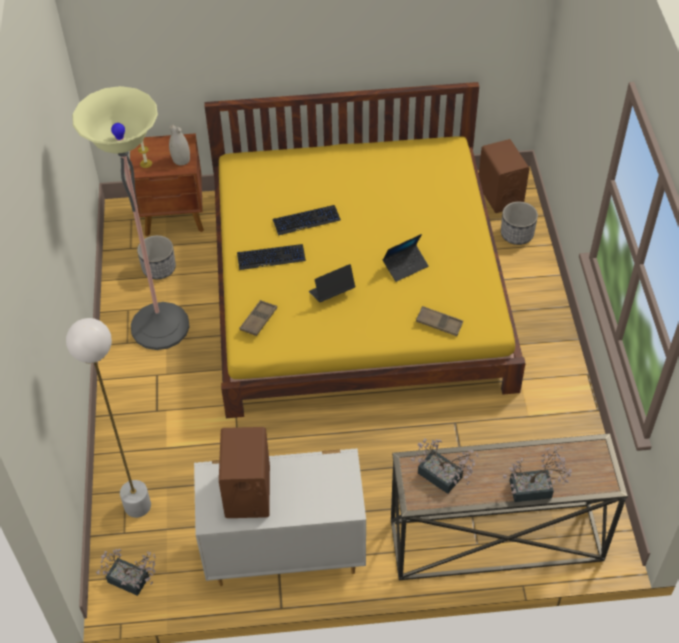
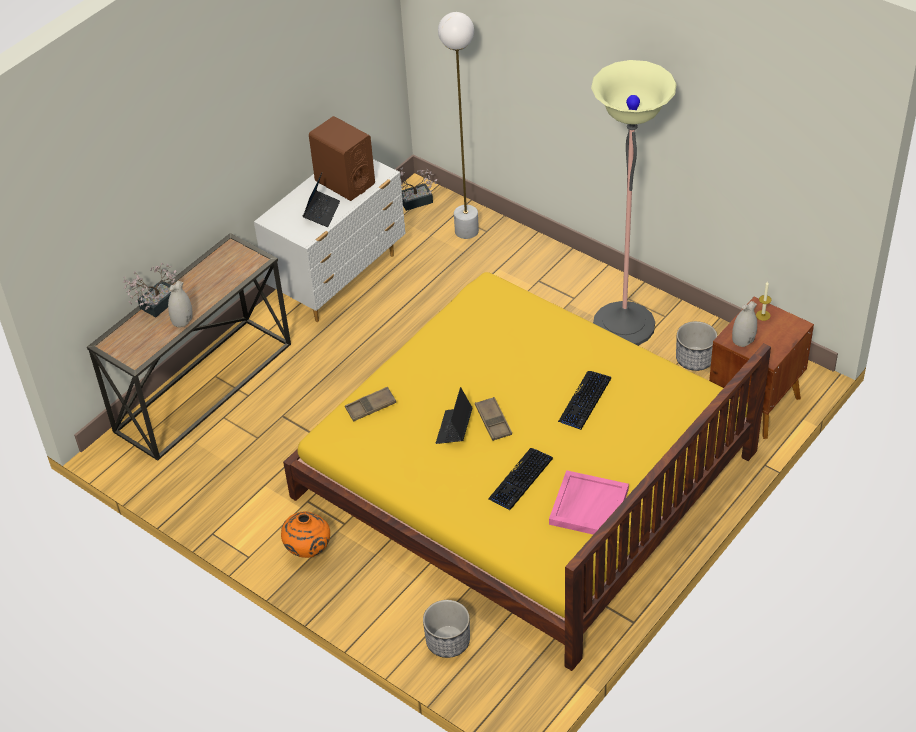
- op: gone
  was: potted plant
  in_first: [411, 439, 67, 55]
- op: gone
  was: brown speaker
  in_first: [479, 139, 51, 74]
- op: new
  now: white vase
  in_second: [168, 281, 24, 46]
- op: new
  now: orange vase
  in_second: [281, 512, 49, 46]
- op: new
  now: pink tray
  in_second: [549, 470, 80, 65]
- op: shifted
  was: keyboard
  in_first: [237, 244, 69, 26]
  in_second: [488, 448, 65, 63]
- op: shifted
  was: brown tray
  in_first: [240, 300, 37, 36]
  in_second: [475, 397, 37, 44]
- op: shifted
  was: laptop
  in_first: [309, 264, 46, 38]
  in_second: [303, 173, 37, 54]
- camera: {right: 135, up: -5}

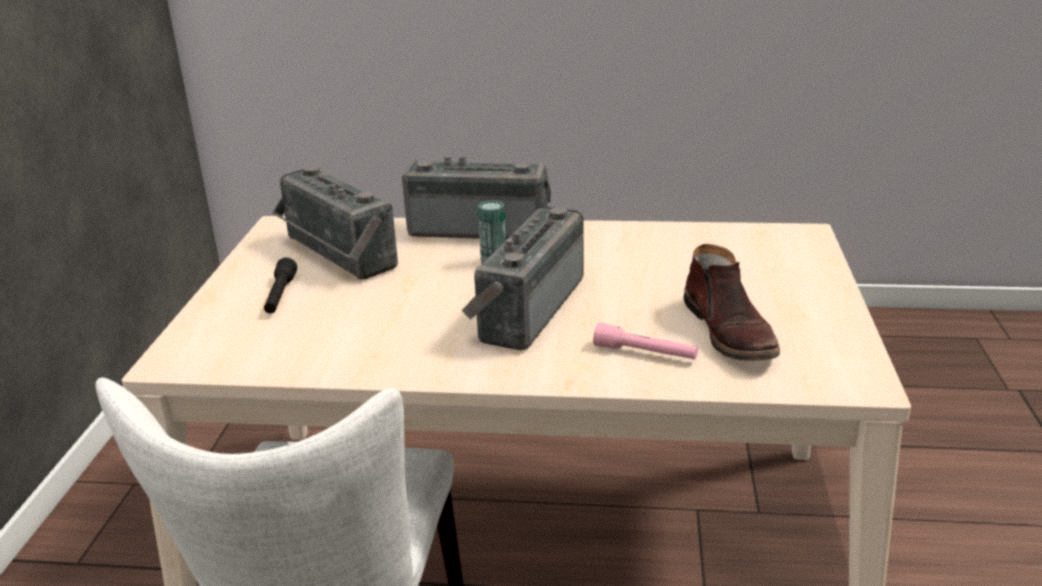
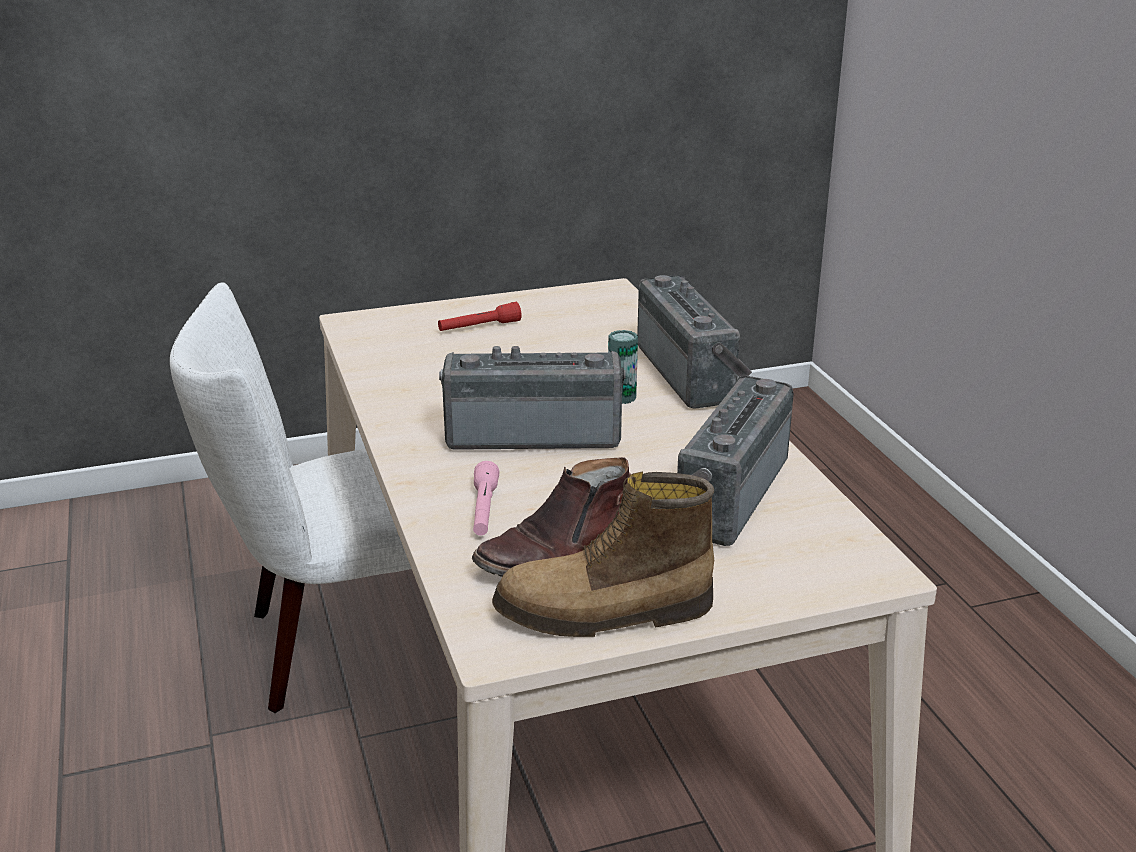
- op: new
  now: boot
  in_second: [492, 472, 222, 165]
- op: shifted
  was: radio
  in_first: [272, 166, 126, 114]
  in_second: [677, 376, 117, 170]
- op: repainted
  was: black flashlight
  now: red flashlight
  in_first: [264, 258, 33, 56]
  in_second: [438, 302, 84, 29]
- camera: {right: 65, up: 0}

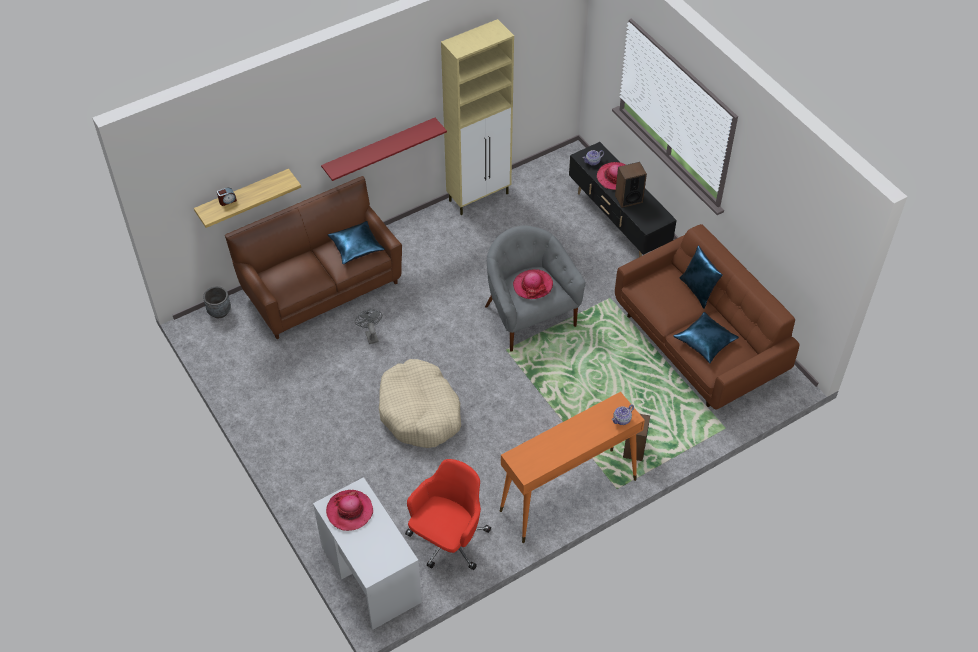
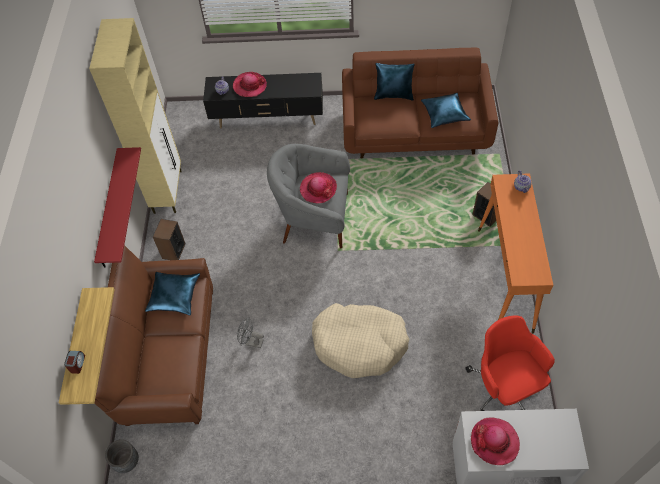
- op: shifted
  was: speaker
  in_first: [615, 162, 32, 46]
  in_second: [153, 219, 33, 41]
- camera: {right: -55, up: 5}

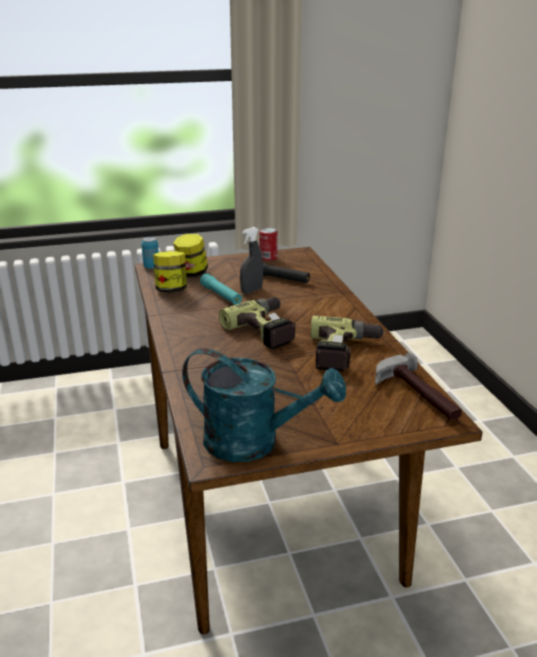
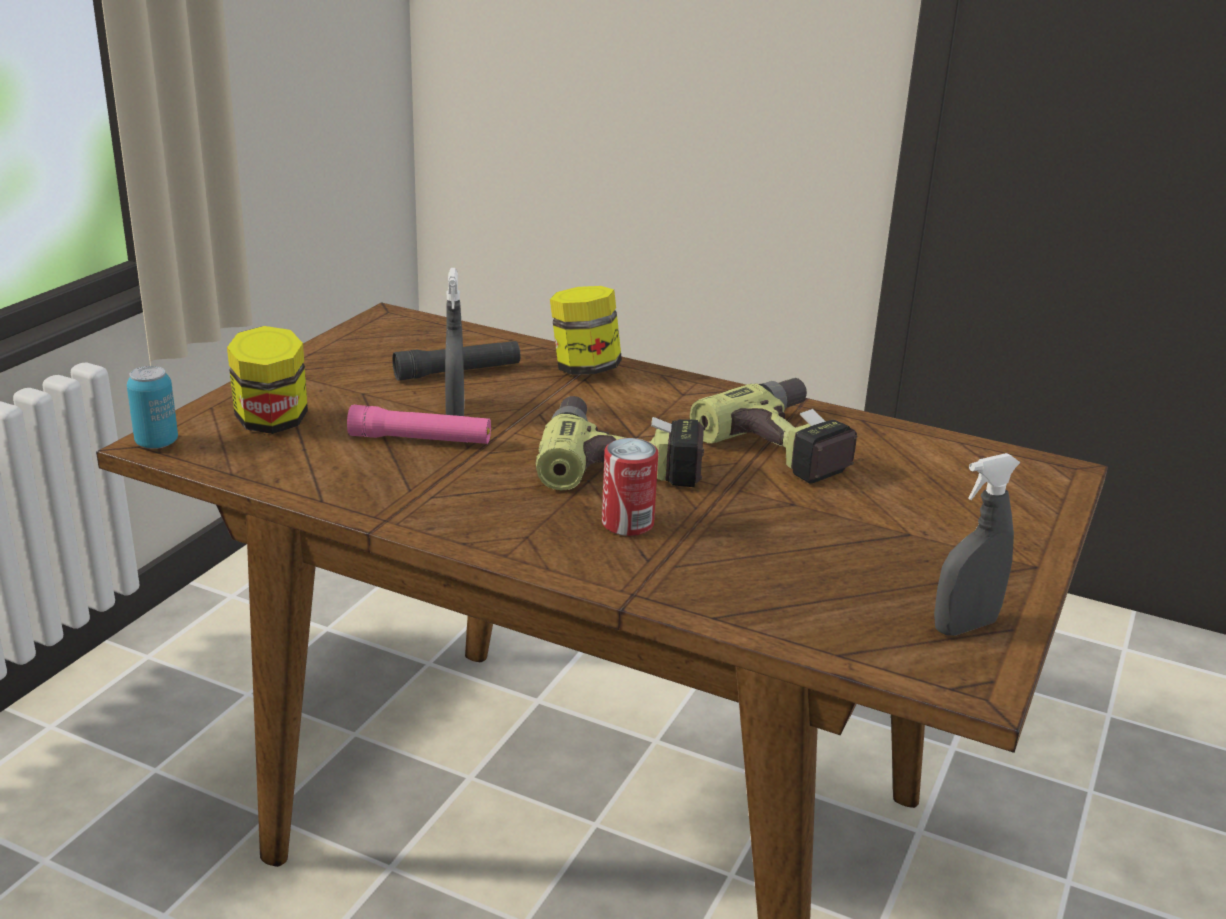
- op: gone
  was: hammer
  in_first: [375, 352, 87, 68]
- op: shifted
  was: jar
  in_first: [153, 251, 34, 42]
  in_second: [550, 286, 72, 89]
- op: shifted
  was: can
  in_first: [259, 228, 19, 33]
  in_second: [602, 438, 56, 98]
- op: swapped
  was: turquoise watering can
  now: grey spray bottle
  in_first: [182, 348, 164, 114]
  in_second: [934, 453, 86, 183]
- op: repainted
  was: turquoise flashlight
  now: pink flashlight
  in_first: [200, 273, 42, 32]
  in_second: [347, 405, 144, 39]
- camera: {right: -50, up: 0}

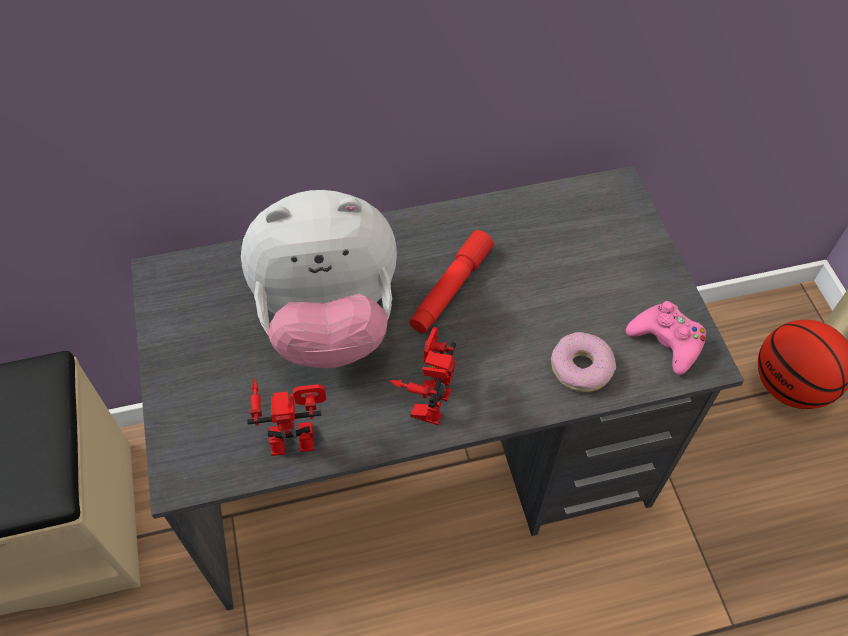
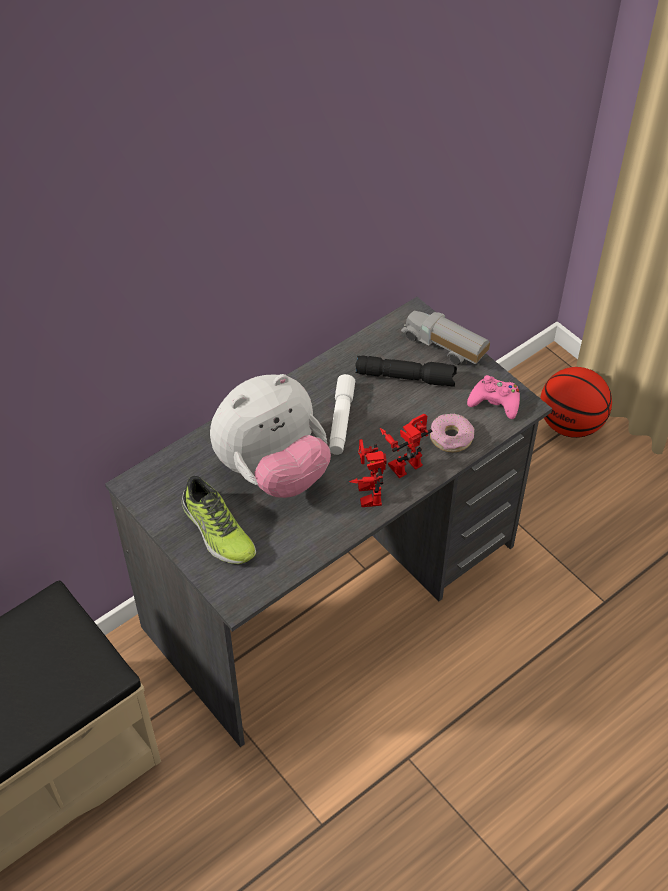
- op: new
  now: shoe
  in_second: [182, 476, 74, 88]
- op: new
  now: black flashlight
  in_second: [355, 355, 102, 32]
- op: new
  now: toy truck
  in_second: [401, 311, 89, 54]
- op: shifted
  was: toy robot
  in_first: [247, 379, 79, 77]
  in_second: [380, 414, 53, 64]
- op: repainted
  was: red flashlight
  now: white flashlight
  in_first: [409, 230, 85, 103]
  in_second: [329, 374, 26, 81]
- camera: {right: -25, up: -5}

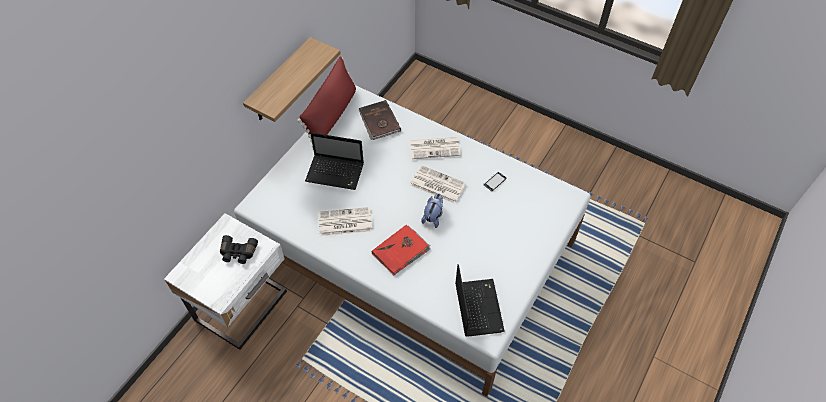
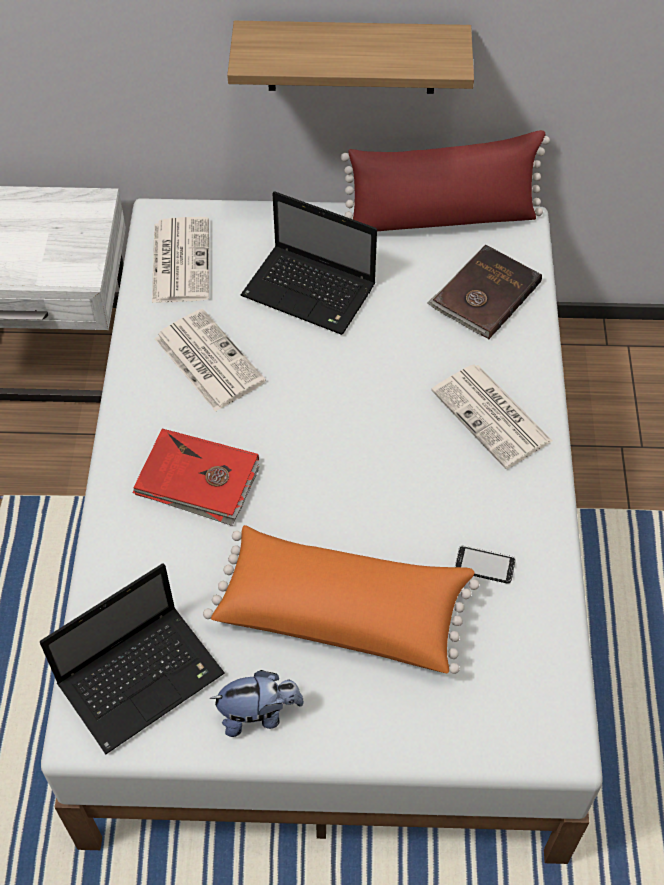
- op: gone
  was: black binoculars
  in_first: [220, 235, 38, 29]
- op: new
  now: orange pillow
  in_second: [203, 525, 276, 149]
- op: shifted
  was: newspaper
  in_first: [410, 165, 56, 39]
  in_second: [152, 217, 57, 86]
- op: shifted
  was: plush toy
  in_first: [421, 193, 22, 35]
  in_second: [209, 670, 95, 67]
- op: rotated
  was: laptop
  in_first: [305, 133, 59, 57]
  in_second: [241, 191, 136, 144]
  clockwise: -45
- camera: {right: 60, up: 0}

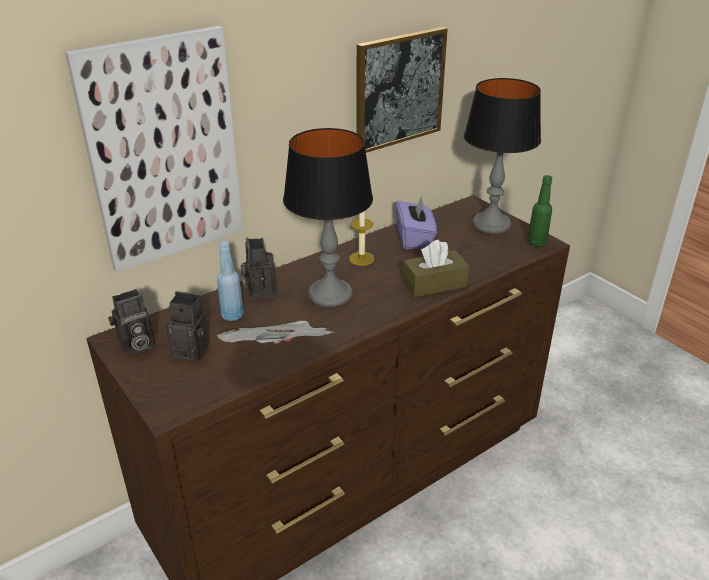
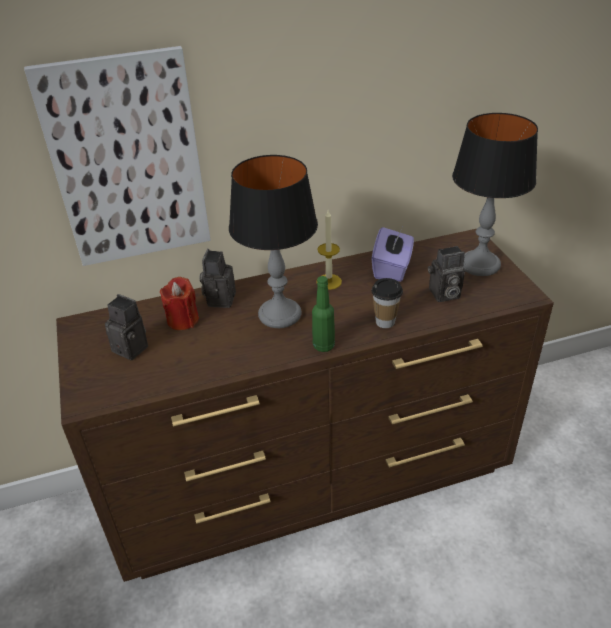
- op: gone
  was: newspaper
  in_first: [217, 321, 116, 23]
- op: gone
  was: picture
  in_first: [356, 27, 92, 126]
- op: shifted
  was: photo camera
  in_first: [108, 289, 47, 67]
  in_second: [428, 246, 37, 56]
- op: shifted
  was: green bottle
  in_first: [527, 175, 25, 72]
  in_second: [312, 276, 23, 76]
- op: swapped
  was: blue bottle
  now: red candle
  in_first: [217, 241, 27, 80]
  in_second: [160, 277, 39, 53]
- op: swapped
  was: brown tissue box
  now: cup
  in_first: [402, 240, 68, 58]
  in_second: [371, 278, 32, 50]
- camera: {right: 20, up: 5}

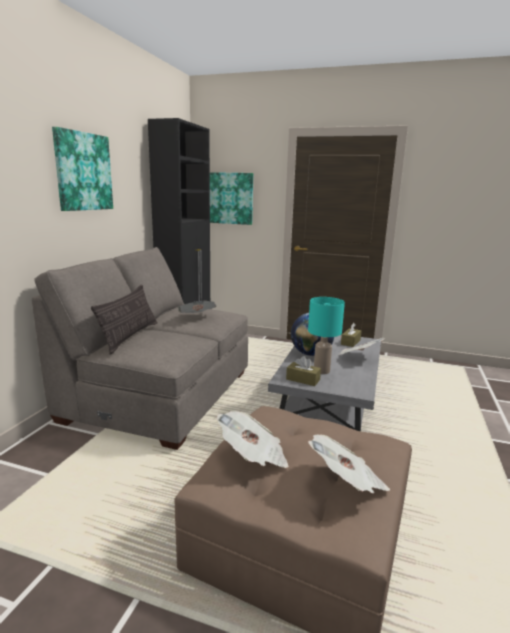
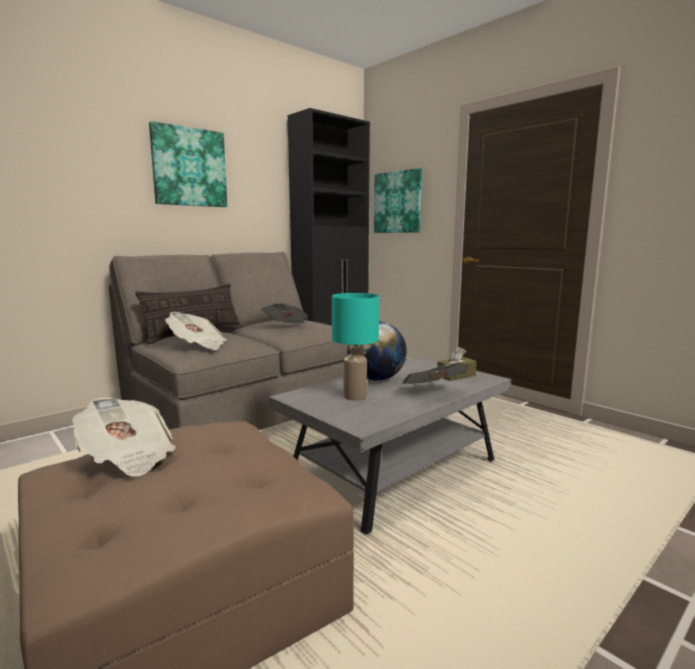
- op: gone
  was: brown tissue box
  in_first: [286, 356, 35, 30]
- op: shifted
  was: newspaper
  in_first: [308, 434, 82, 60]
  in_second: [165, 312, 62, 38]
- camera: {right: 30, up: -5}

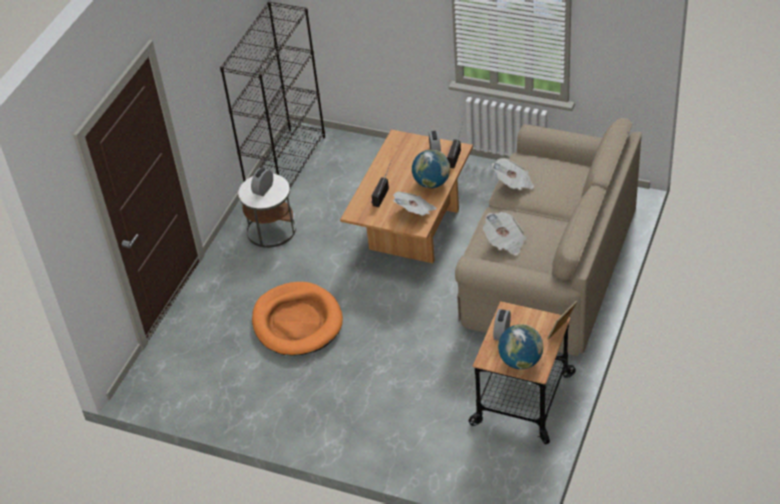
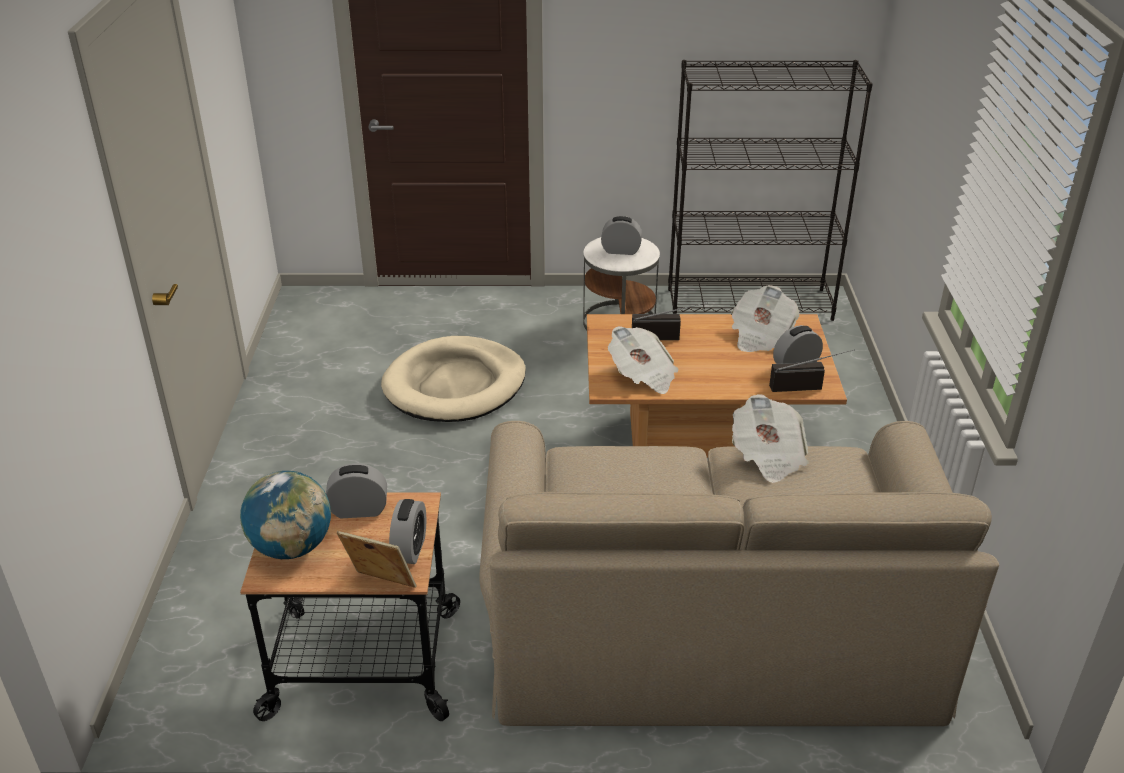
- op: gone
  was: globe
  in_first: [412, 150, 38, 38]
- op: new
  now: alarm clock
  in_second: [389, 499, 37, 65]
- op: shifted
  was: newspaper
  in_first: [483, 212, 44, 44]
  in_second: [731, 285, 69, 67]
- op: repainted
  was: orange dog bed
  now: beige dog bed
  in_first: [252, 282, 91, 74]
  in_second: [381, 336, 145, 86]
- camera: {right: 65, up: -10}

